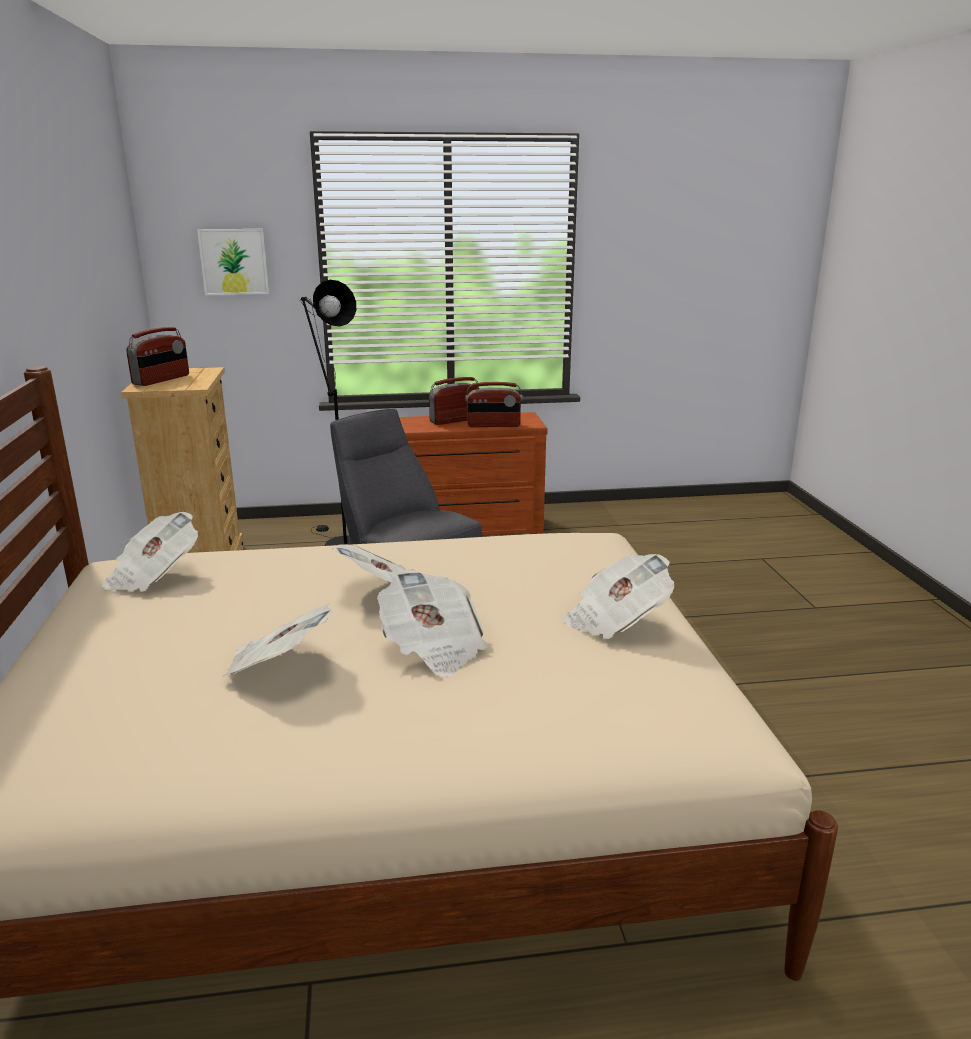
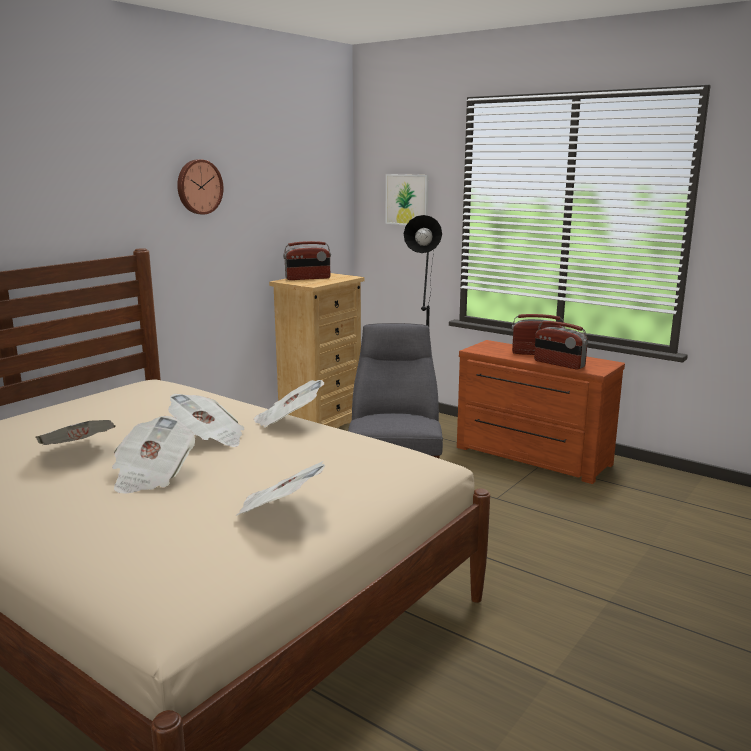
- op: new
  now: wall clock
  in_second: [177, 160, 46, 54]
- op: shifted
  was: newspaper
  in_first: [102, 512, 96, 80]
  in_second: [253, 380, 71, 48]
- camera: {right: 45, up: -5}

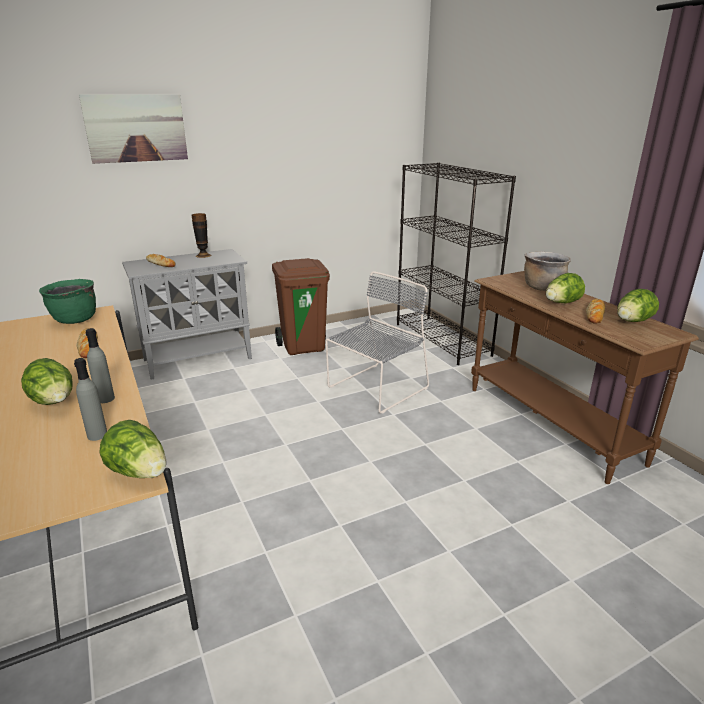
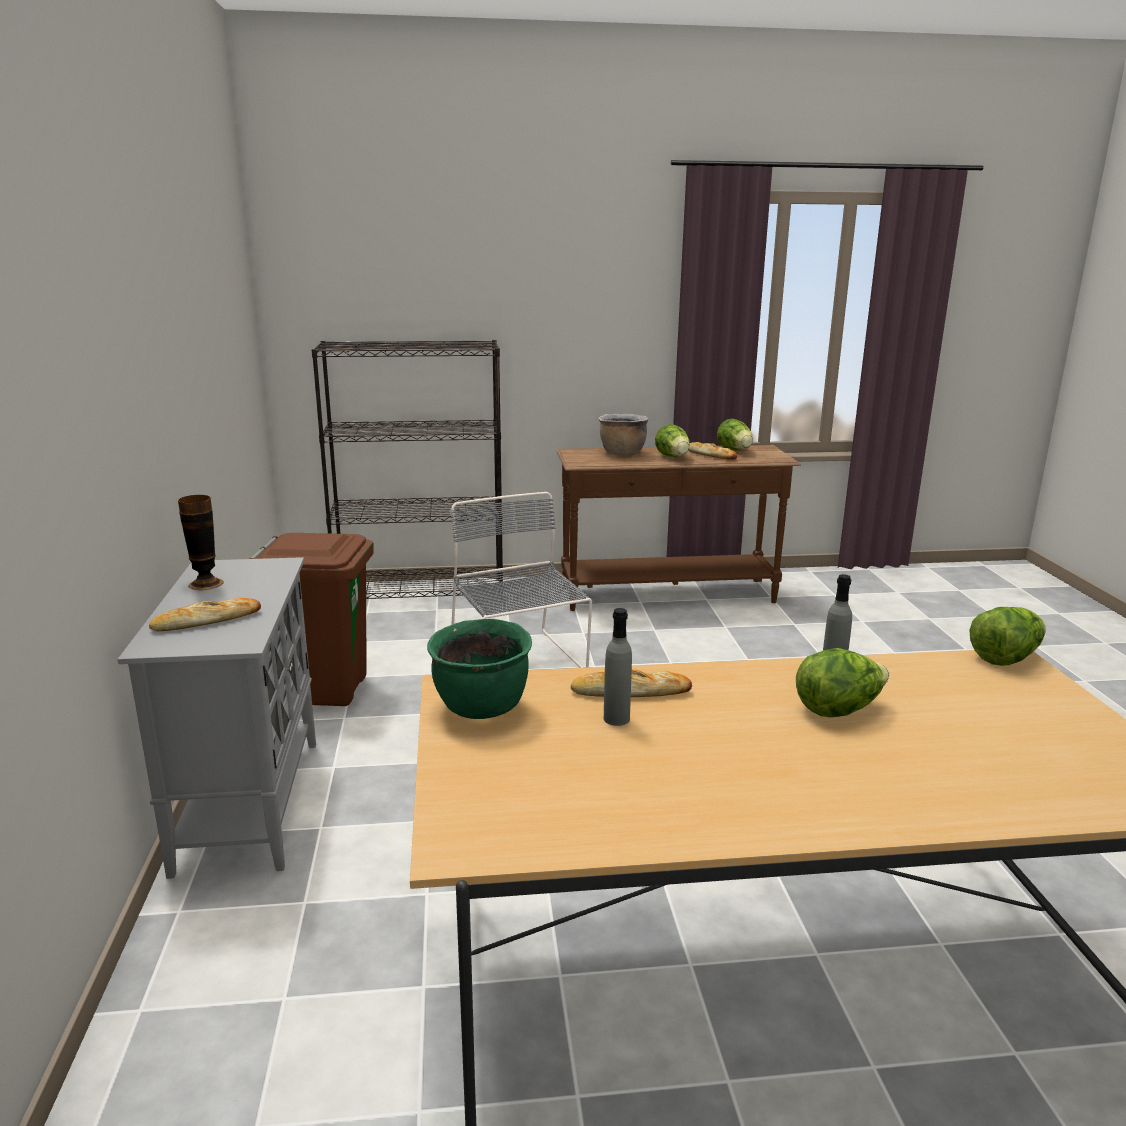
- op: gone
  was: picture
  in_first: [79, 94, 109, 70]
- op: shifted
  was: grey bottle
  in_first: [74, 358, 33, 83]
  in_second: [604, 608, 28, 118]
- camera: {right: -70, up: -5}

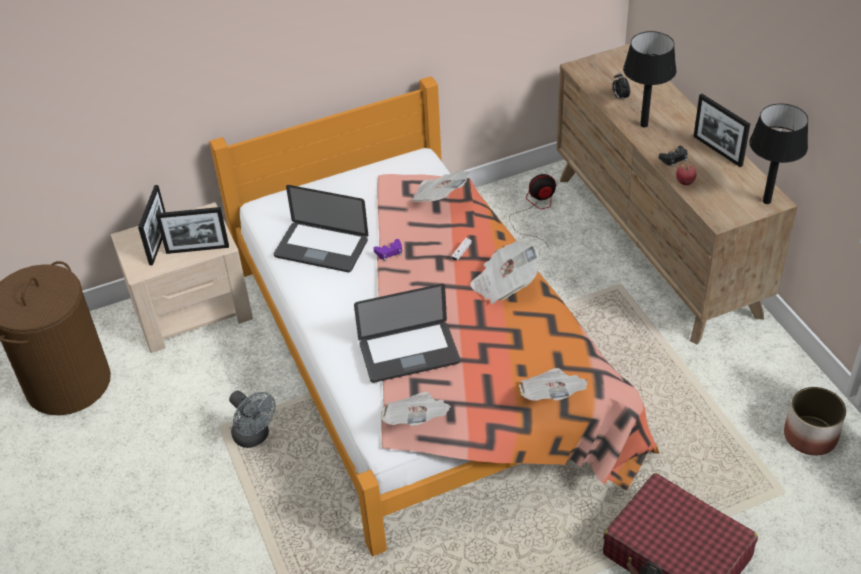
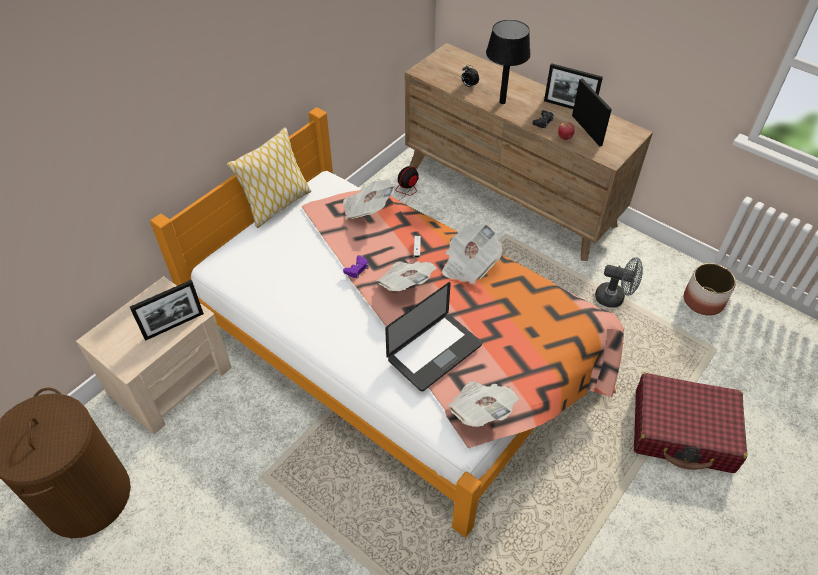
- op: gone
  was: laptop
  in_first: [274, 185, 94, 87]
- op: gone
  was: black table lamp
  in_first: [749, 104, 59, 100]
- op: new
  now: pillow
  in_second: [227, 127, 84, 101]
- op: shifted
  was: picture frame
  in_first: [138, 185, 27, 80]
  in_second: [572, 79, 40, 68]
- op: shifted
  was: grey fan
  in_first: [229, 391, 47, 57]
  in_second: [595, 257, 48, 51]
- op: shifted
  was: newspaper
  in_first: [519, 368, 69, 33]
  in_second: [377, 261, 60, 30]
- camera: {right: -30, up: 5}

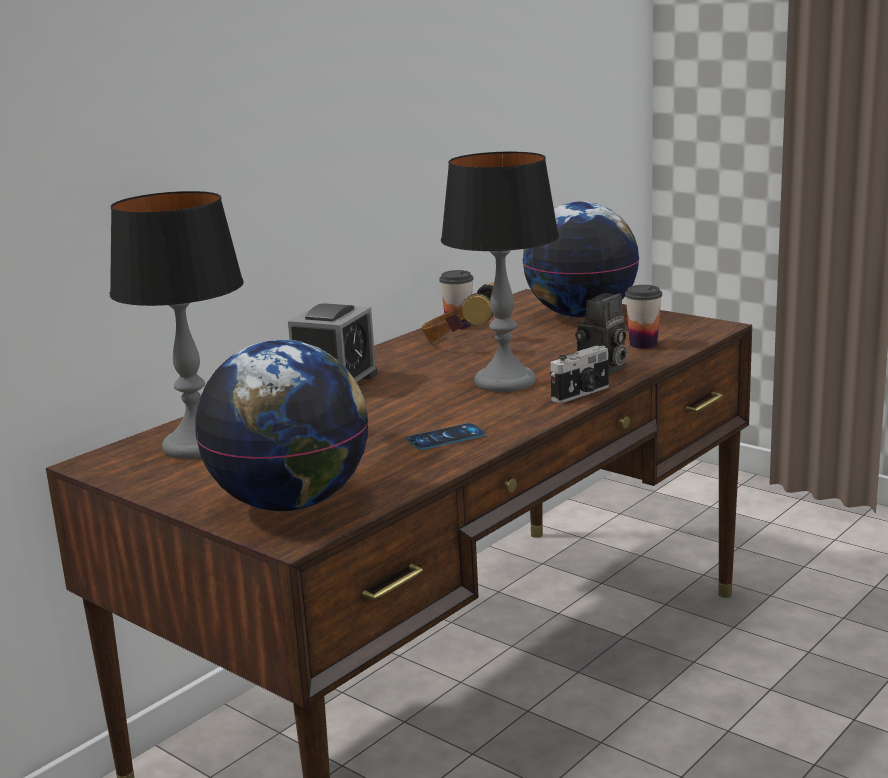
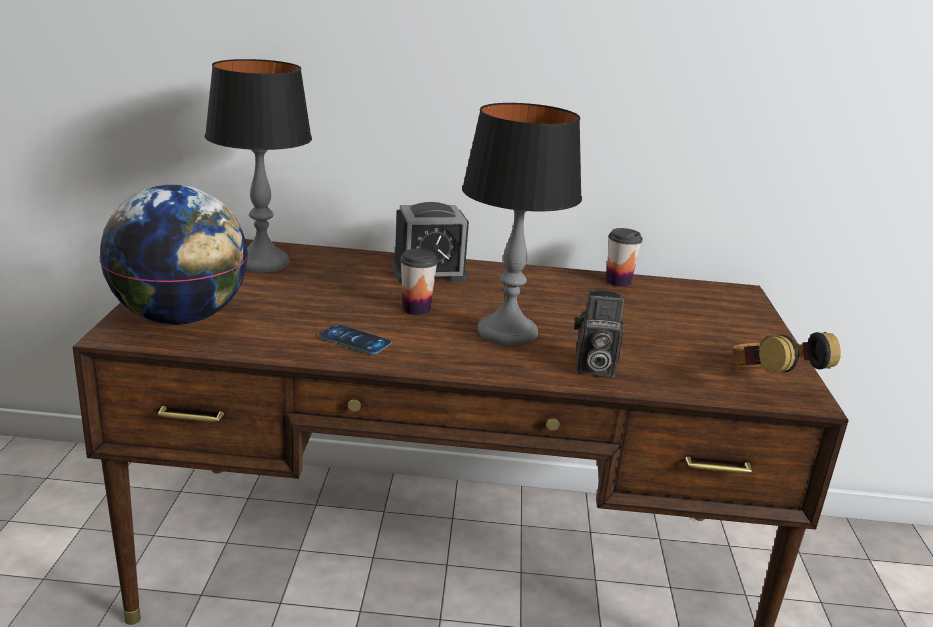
- op: gone
  was: globe
  in_first: [522, 201, 118, 116]
- op: gone
  was: photo camera
  in_first: [550, 346, 59, 57]
- op: shifted
  was: headphones
  in_first: [421, 283, 73, 61]
  in_second: [732, 332, 109, 41]
- op: shifted
  was: cup
  in_first: [625, 285, 37, 64]
  in_second: [400, 249, 38, 66]
- camera: {right: 50, up: 5}

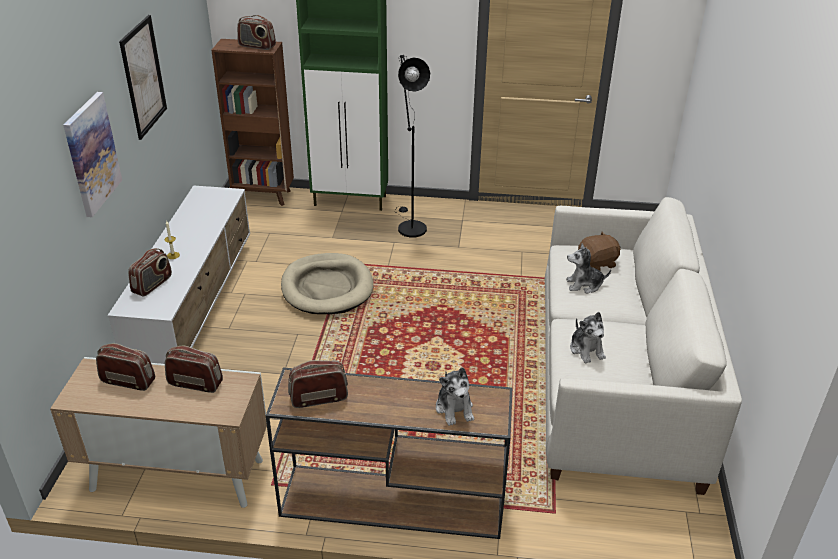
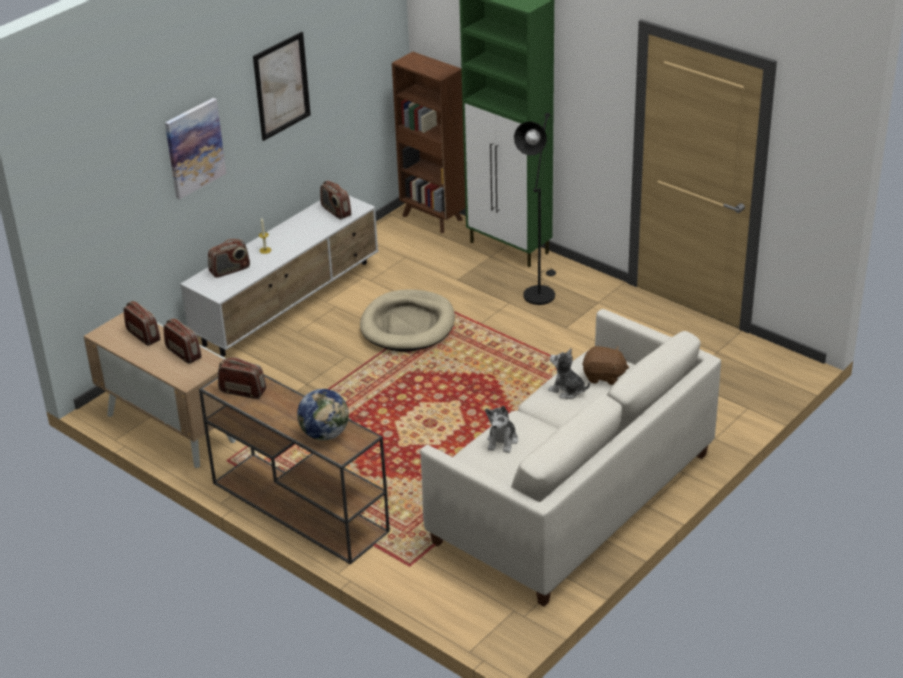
- op: shifted
  was: radio
  in_first: [237, 15, 39, 35]
  in_second: [320, 181, 31, 39]
- op: swapped
  was: plush toy
  now: globe
  in_first: [436, 367, 38, 59]
  in_second: [297, 389, 52, 52]
- camera: {right: 35, up: 0}

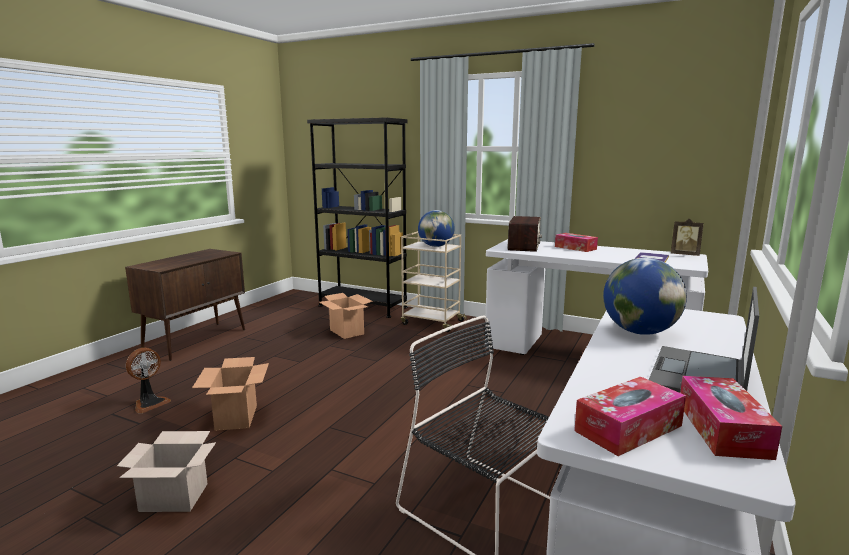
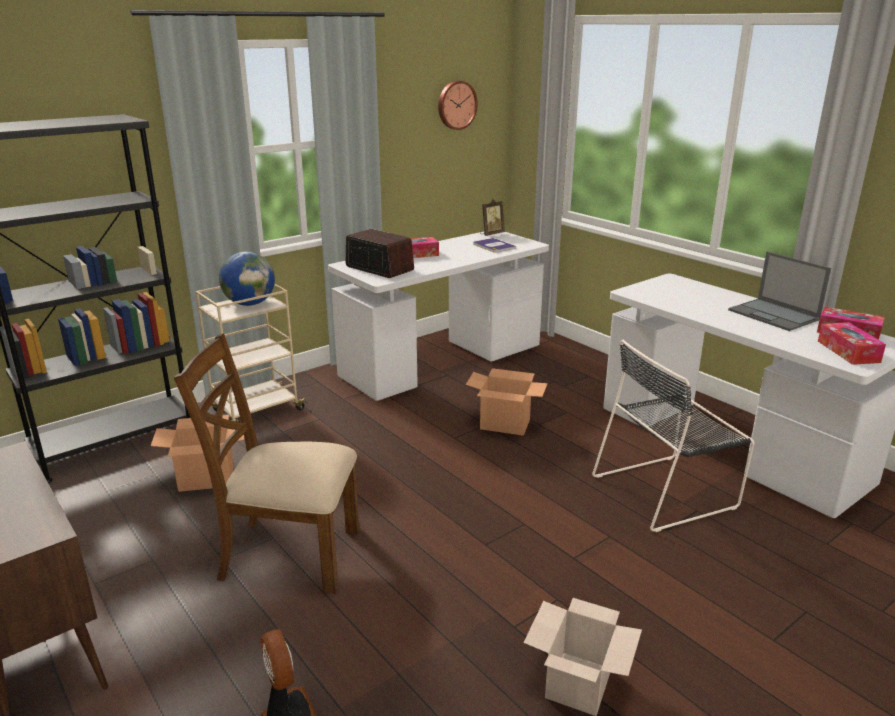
- op: gone
  was: globe
  in_first: [603, 258, 84, 77]
- op: new
  now: brown chair
  in_second: [174, 333, 185, 260]
- op: new
  now: wall clock
  in_second: [438, 81, 40, 49]
- op: shifted
  was: cardboard box
  in_first: [192, 357, 77, 74]
  in_second: [466, 368, 82, 67]
- camera: {right: -65, up: 10}

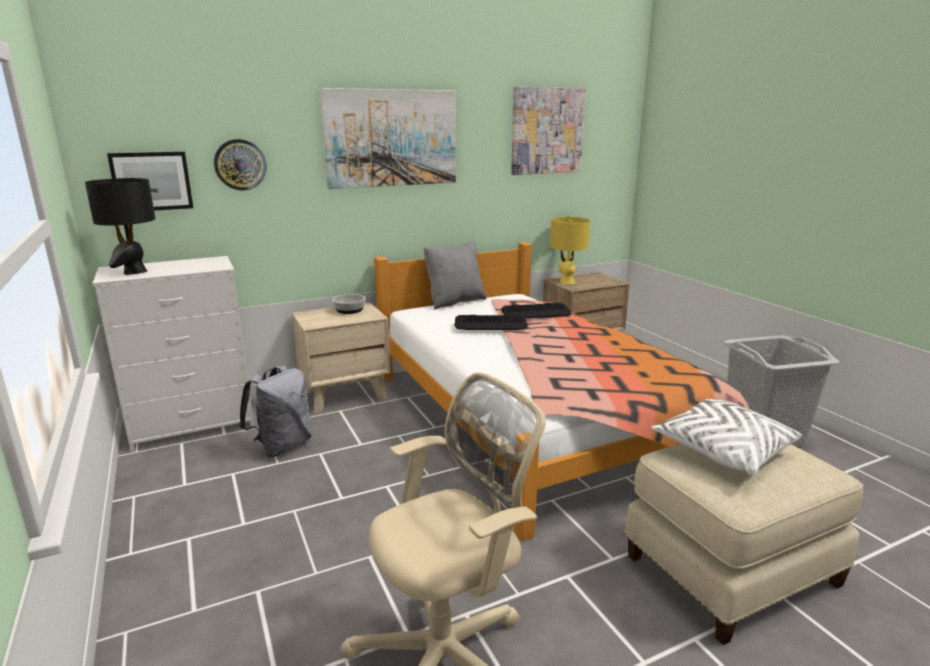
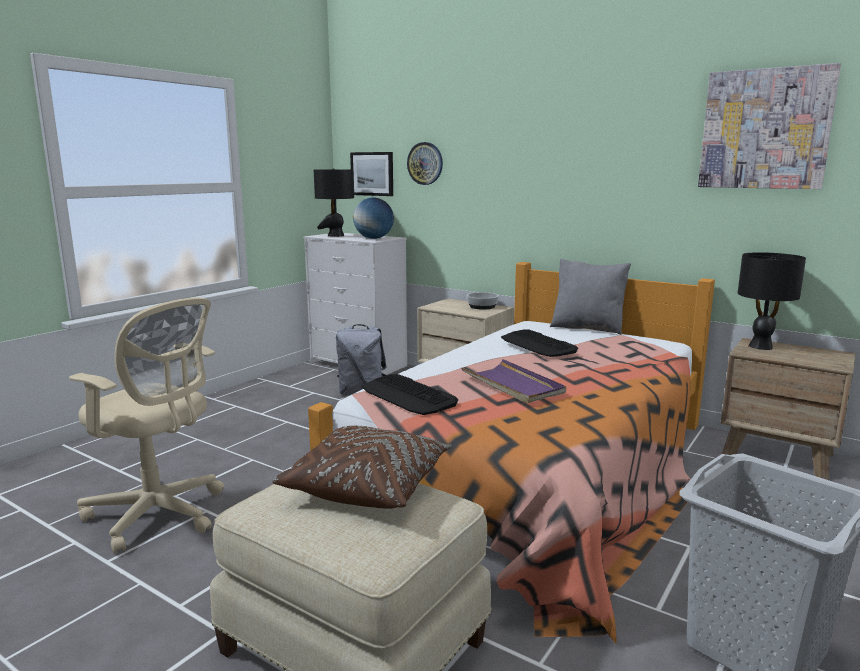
- op: gone
  was: picture
  in_first: [320, 88, 136, 101]
- op: new
  now: globe
  in_second: [352, 197, 42, 42]
- op: new
  now: purple tray
  in_second: [462, 359, 104, 44]
- op: shifted
  was: keyboard
  in_first: [501, 303, 70, 15]
  in_second: [362, 374, 96, 41]
- op: repainted
  was: yellow table lamp
  now: black table lamp
  in_first: [550, 217, 40, 67]
  in_second: [738, 252, 68, 98]
- op: repainted
  was: white pillow
  now: brown pillow
  in_first: [651, 399, 151, 76]
  in_second: [272, 426, 180, 83]
- camera: {right: 60, up: -5}

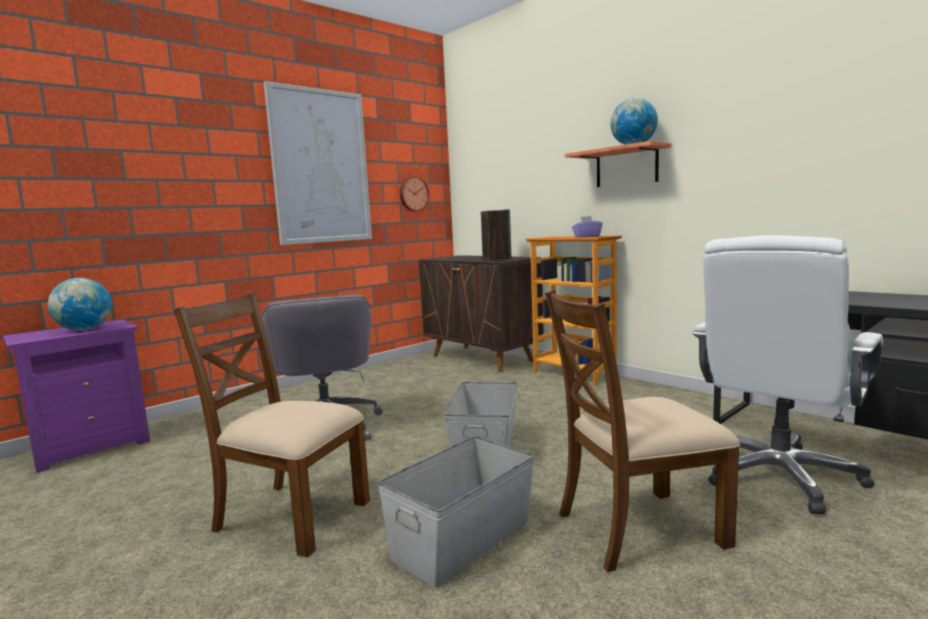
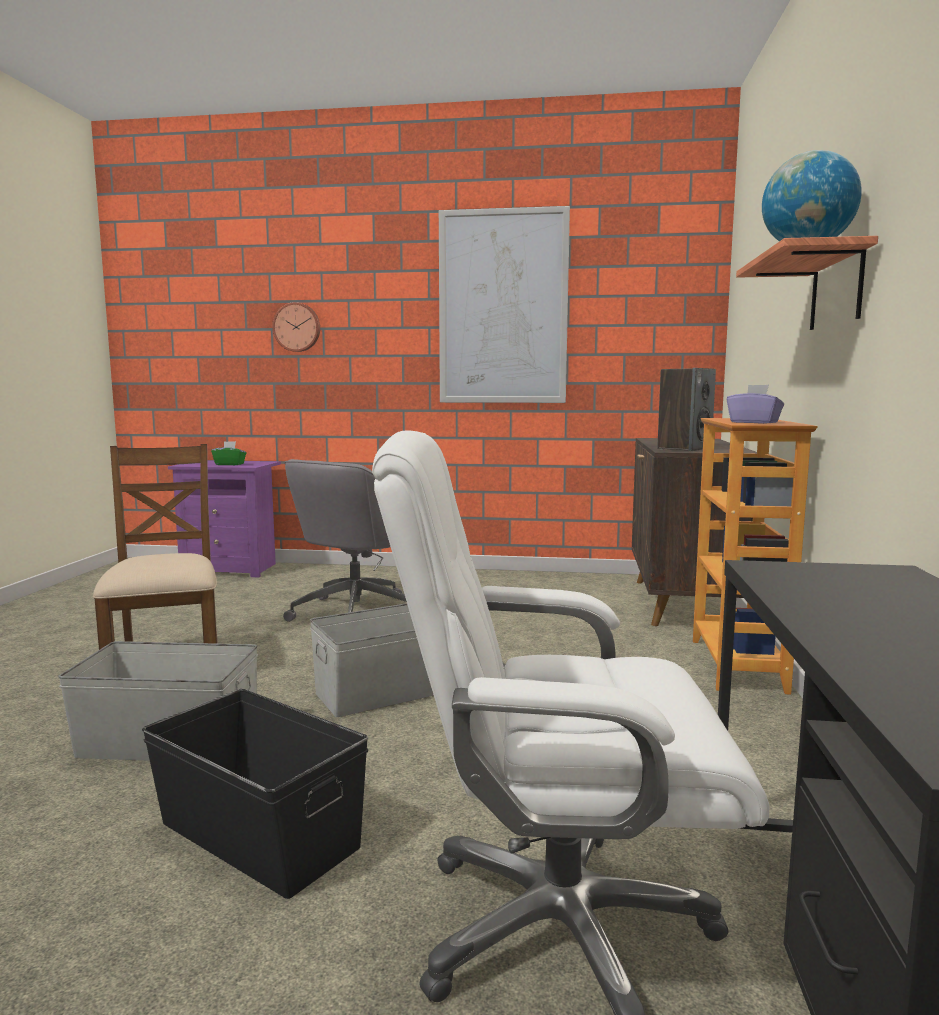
- op: shifted
  was: wall clock
  in_first: [400, 176, 29, 36]
  in_second: [272, 302, 48, 50]
- op: swapped
  was: globe
  now: green tissue box
  in_first: [48, 278, 64, 53]
  in_second: [211, 441, 35, 24]
- op: swapped
  was: brown chair
  now: black storage box
  in_first: [545, 290, 195, 282]
  in_second: [142, 689, 226, 210]
- camera: {right: 50, up: 0}

